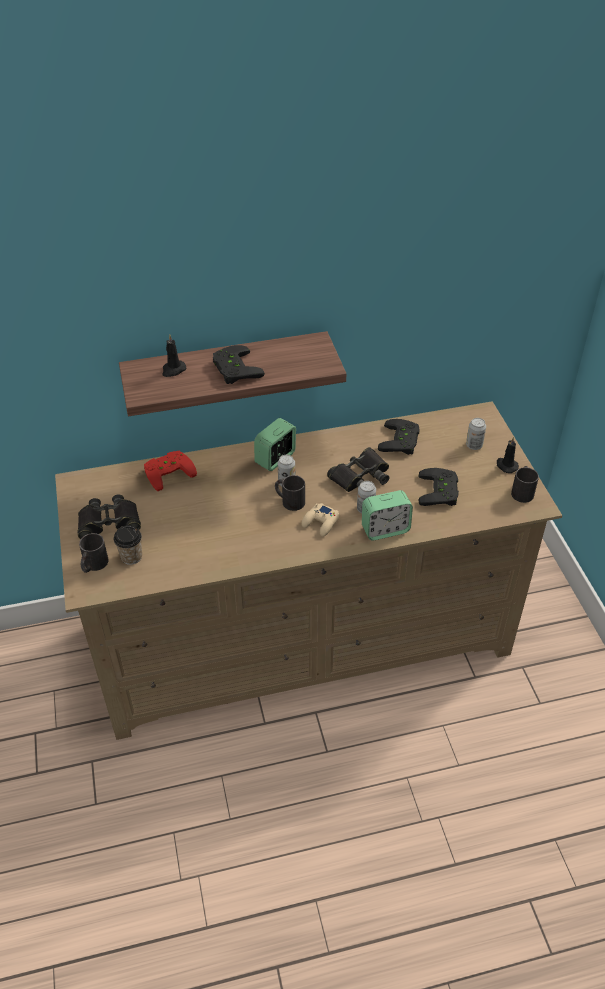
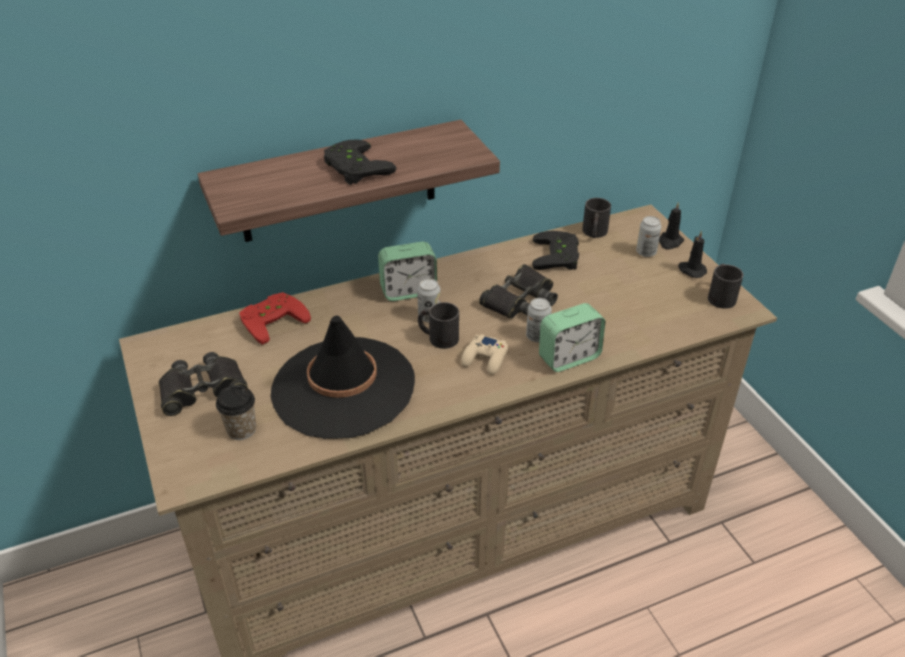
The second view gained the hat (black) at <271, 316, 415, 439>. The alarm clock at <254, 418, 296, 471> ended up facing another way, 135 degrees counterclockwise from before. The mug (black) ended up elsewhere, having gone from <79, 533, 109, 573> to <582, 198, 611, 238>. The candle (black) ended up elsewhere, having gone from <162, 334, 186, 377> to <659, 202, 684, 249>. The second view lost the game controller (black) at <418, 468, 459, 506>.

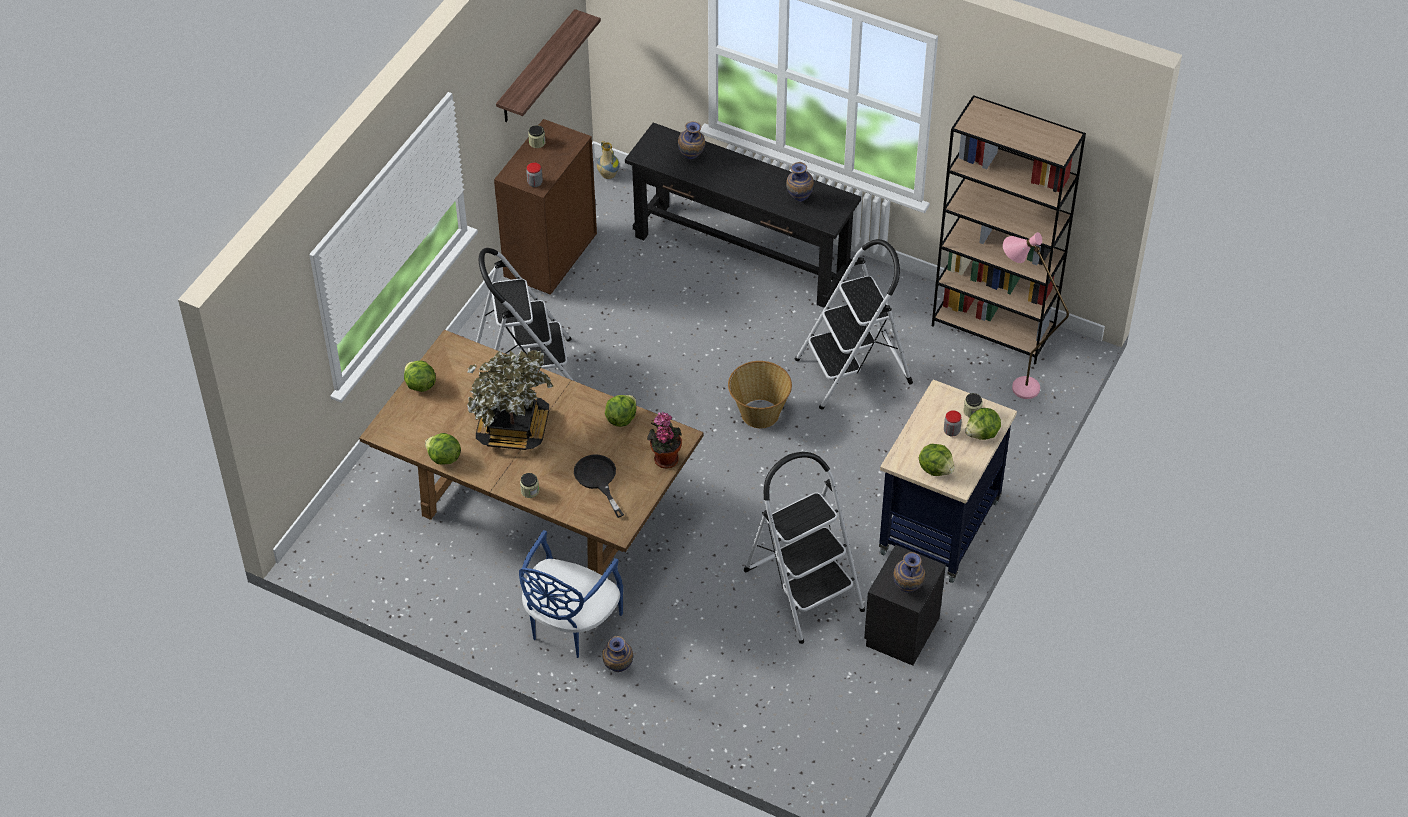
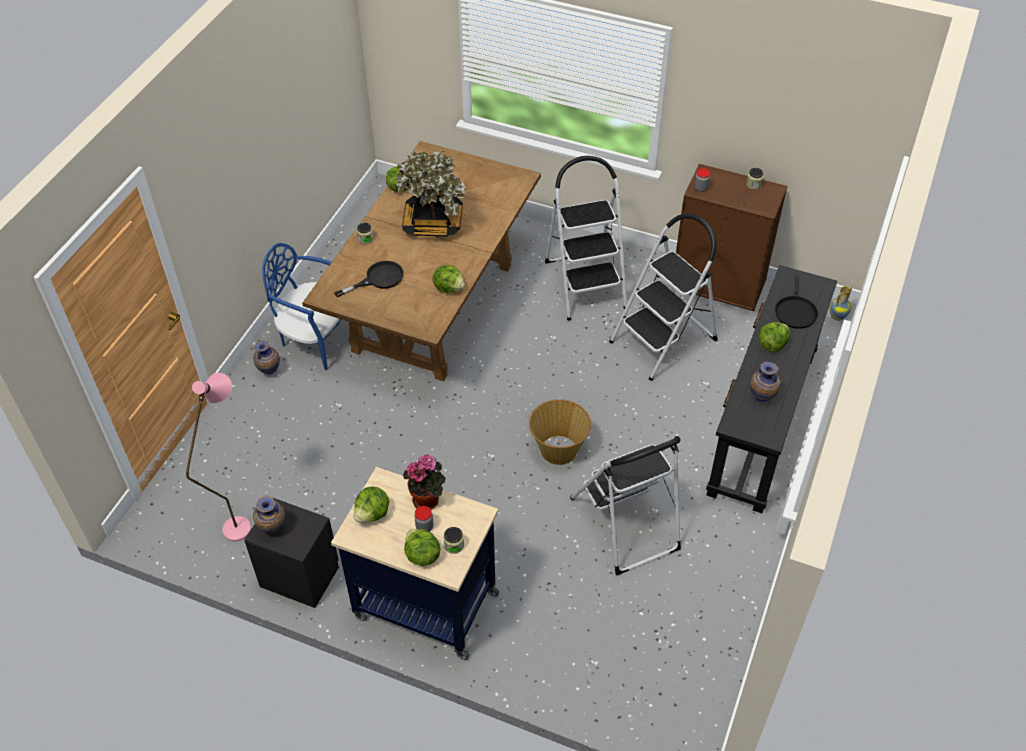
The floor lamp (pink) ended up elsewhere, having gone from <1003, 232, 1069, 399> to <186, 373, 251, 542>. The potted plant ended up elsewhere, having gone from <647, 412, 682, 469> to <403, 454, 446, 510>. The step ladder ended up elsewhere, having gone from <744, 452, 865, 644> to <609, 214, 718, 381>. The lettuce ended up elsewhere, having gone from <404, 361, 436, 392> to <759, 322, 790, 352>. Where the vase stood at <678, 121, 705, 159>, the frying pan (black) came to stand at <775, 275, 818, 329>. The second view lost the shelf at <496, 9, 601, 122>. The second view lost the bookcase (beige) at <932, 95, 1086, 365>.

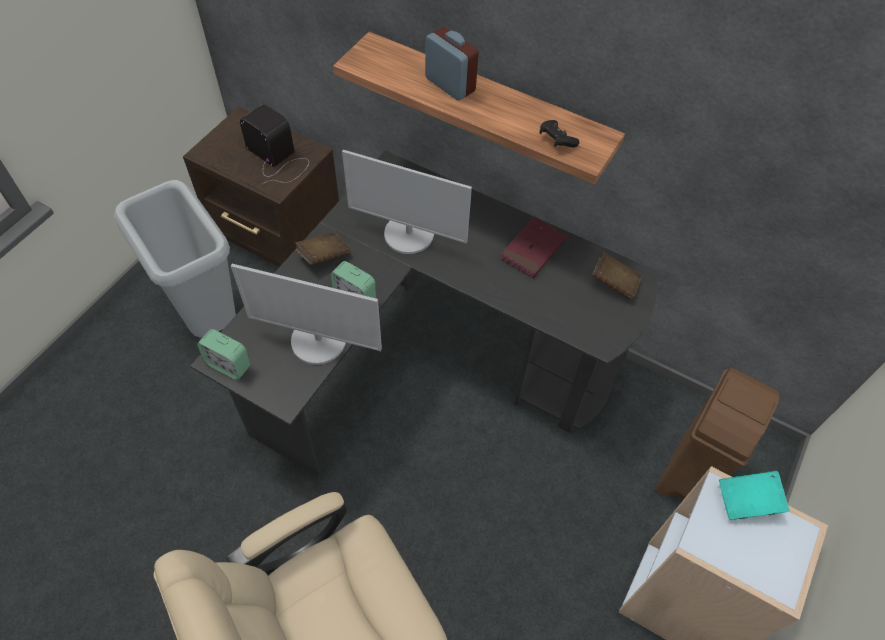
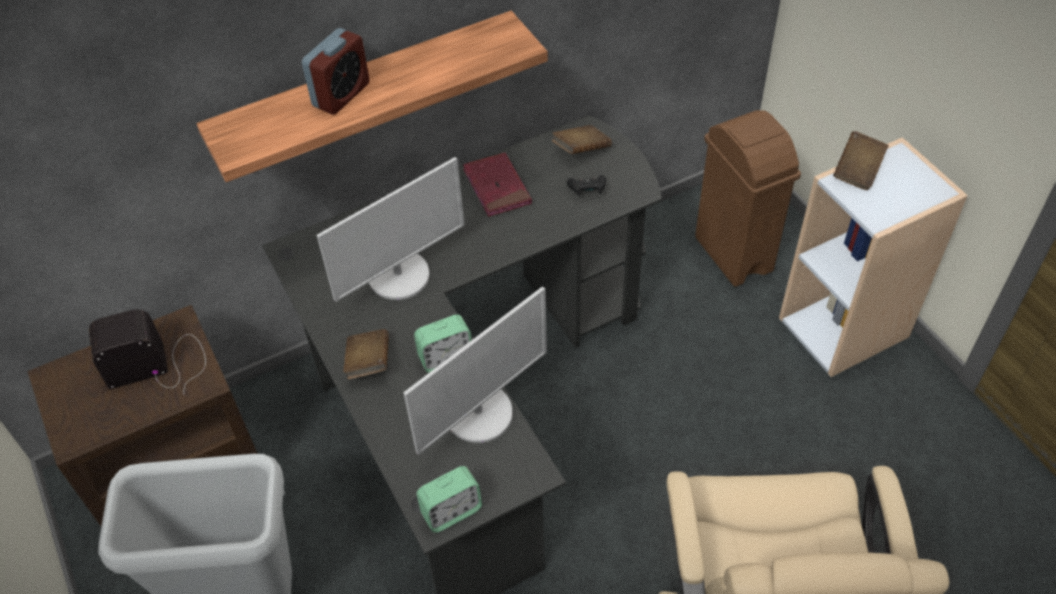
The alarm clock at <425, 27, 479, 101> ended up facing another way, 135 degrees clockwise from before. The game controller (black) ended up elsewhere, having gone from <539, 120, 579, 147> to <567, 175, 606, 196>. What was the book (turquoise) at <719, 471, 789, 520> turned into the book (brown) at <833, 131, 889, 190>.

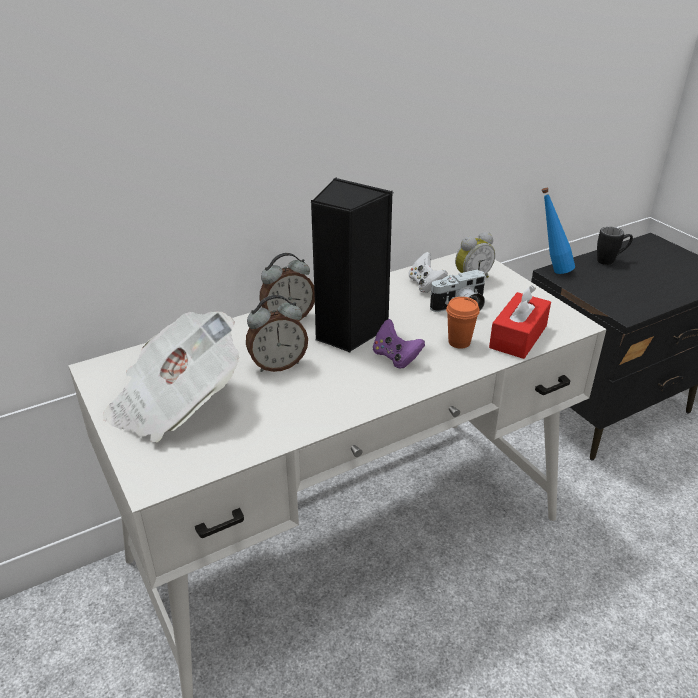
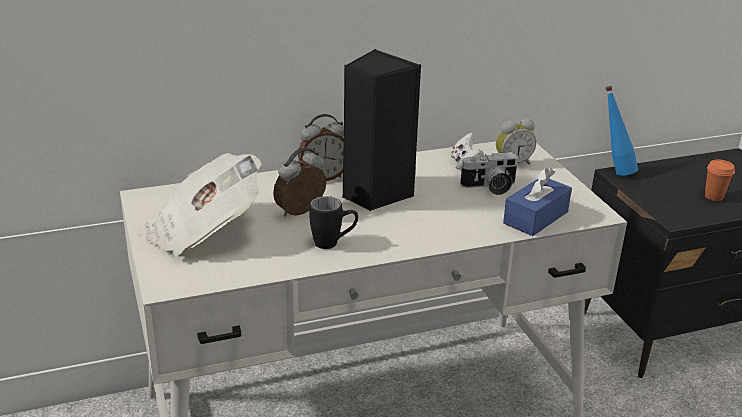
The alarm clock at <246, 295, 308, 372> ended up facing another way, 150 degrees clockwise from before. The mug (black) ended up elsewhere, having gone from <597, 227, 633, 265> to <310, 196, 358, 249>. What was the tissue box (red) at <489, 285, 551, 359> turned into the tissue box (blue) at <503, 168, 572, 236>. The cup (orange) ended up elsewhere, having gone from <446, 297, 480, 349> to <705, 159, 735, 201>. The second view lost the game controller (purple) at <373, 319, 425, 369>.

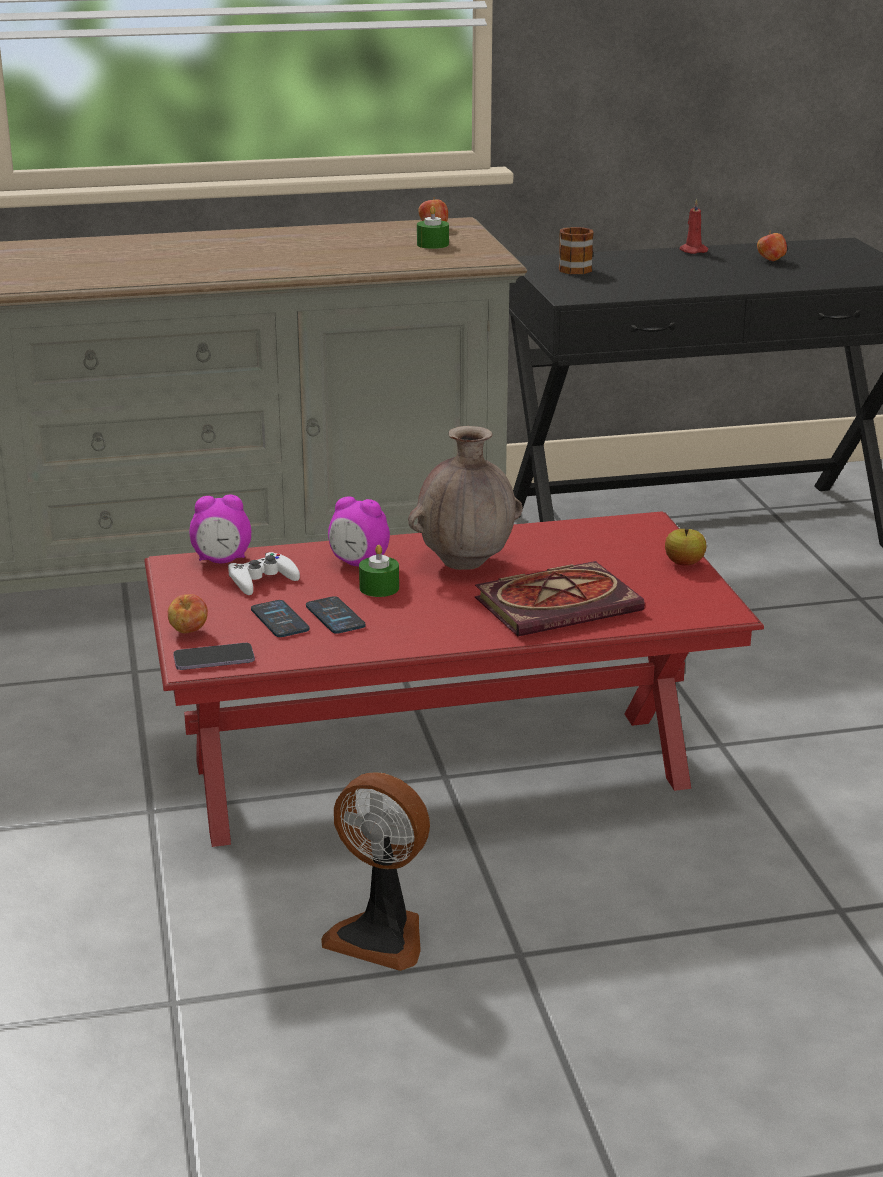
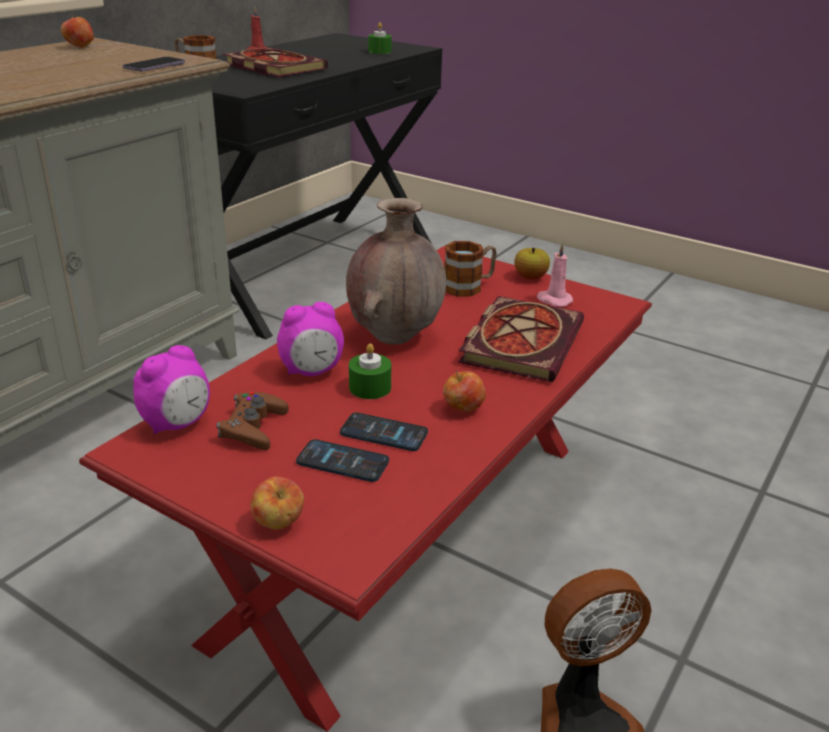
The phone ended up elsewhere, having gone from <173, 643, 255, 670> to <122, 57, 185, 71>. What was the game controller (white) at <228, 552, 300, 595> turned into the game controller (brown) at <217, 392, 289, 450>. The second view gained the book at <223, 48, 328, 77>. The candle (green) ended up elsewhere, having gone from <417, 206, 449, 249> to <368, 22, 392, 54>. The apple ended up elsewhere, having gone from <757, 231, 787, 261> to <443, 371, 486, 412>. The second view gained the mug at <444, 241, 497, 297>. The second view gained the candle (pink) at <537, 243, 573, 307>.

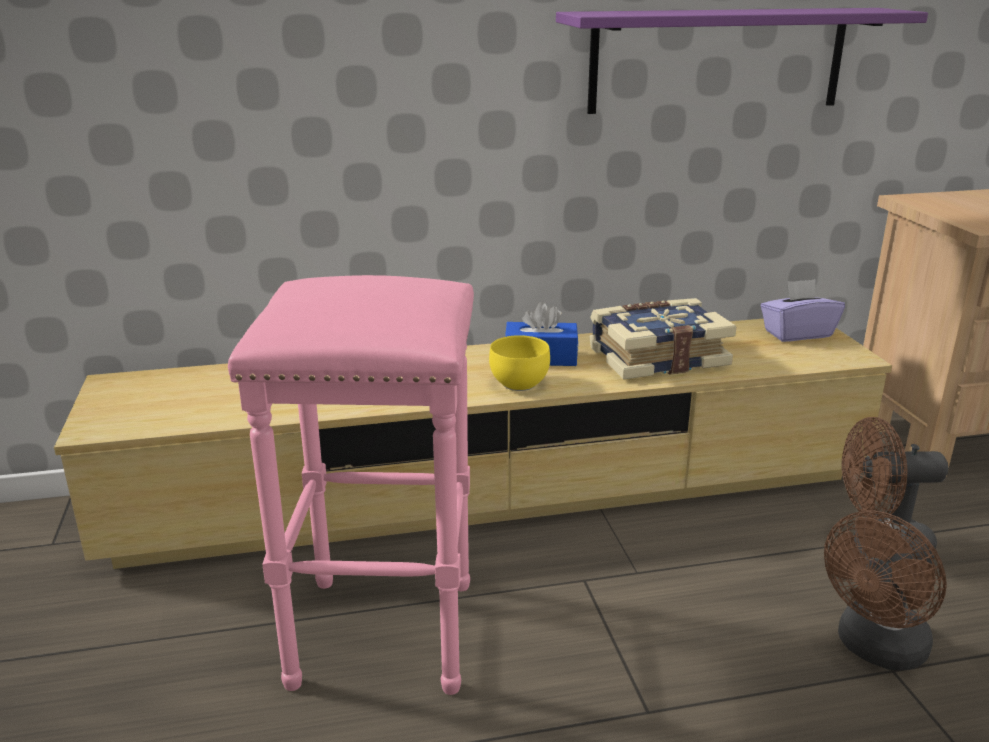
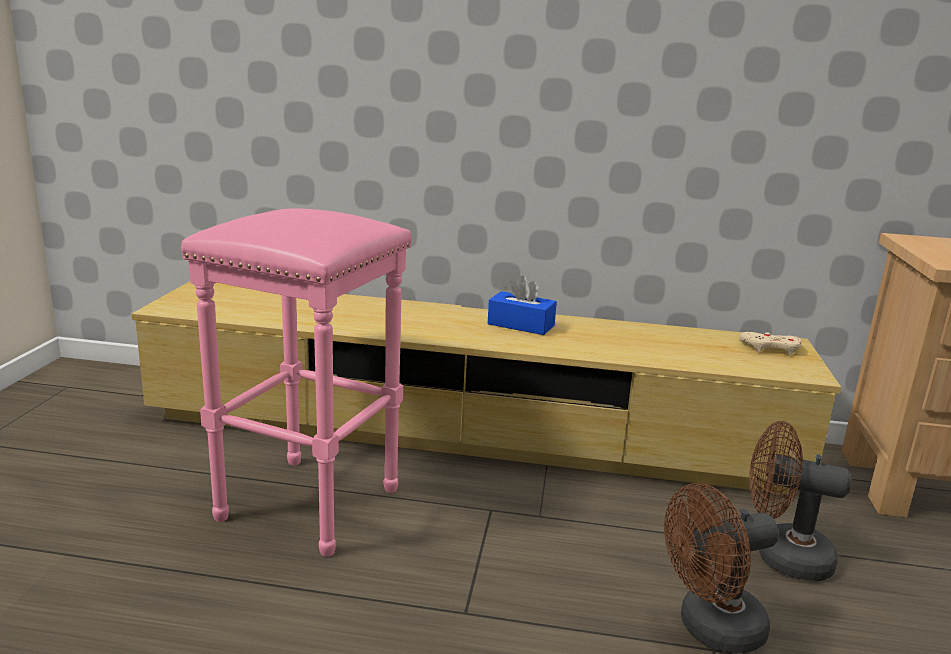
Where the tissue box (purple) stood at <760, 279, 845, 342>, the game controller (beige) came to stand at <739, 332, 802, 356>. The second view lost the bowl (yellow) at <489, 335, 550, 391>. The second view lost the shelf (purple) at <556, 8, 928, 114>. The second view lost the book at <589, 298, 736, 380>.

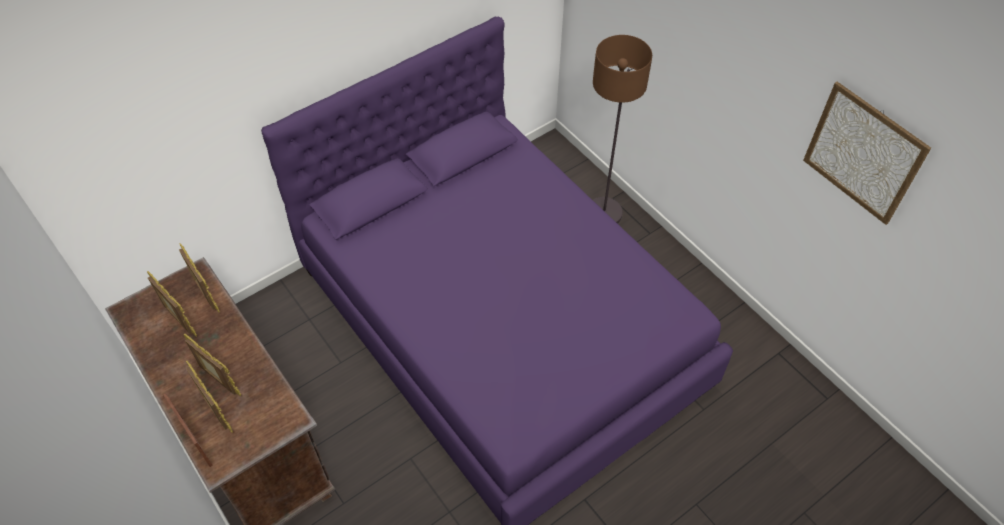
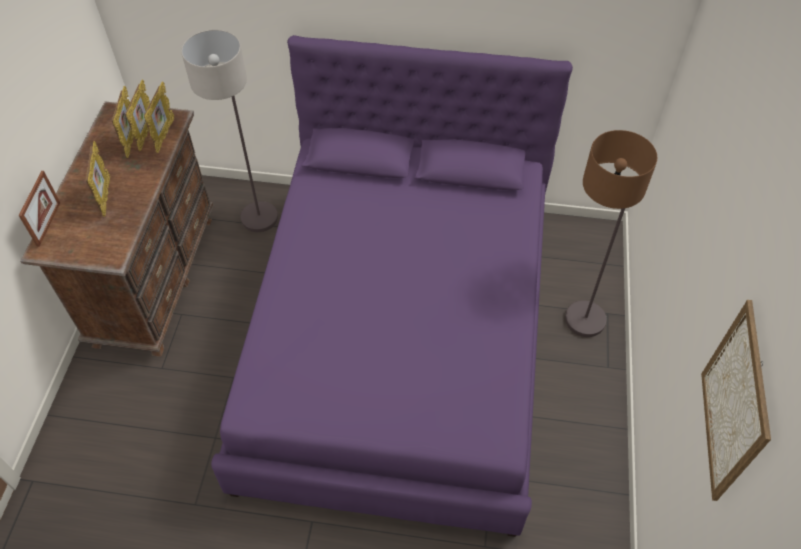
The picture frame ended up elsewhere, having gone from <186, 361, 233, 432> to <125, 80, 150, 151>. The second view gained the floor lamp (grey) at <182, 30, 278, 232>.

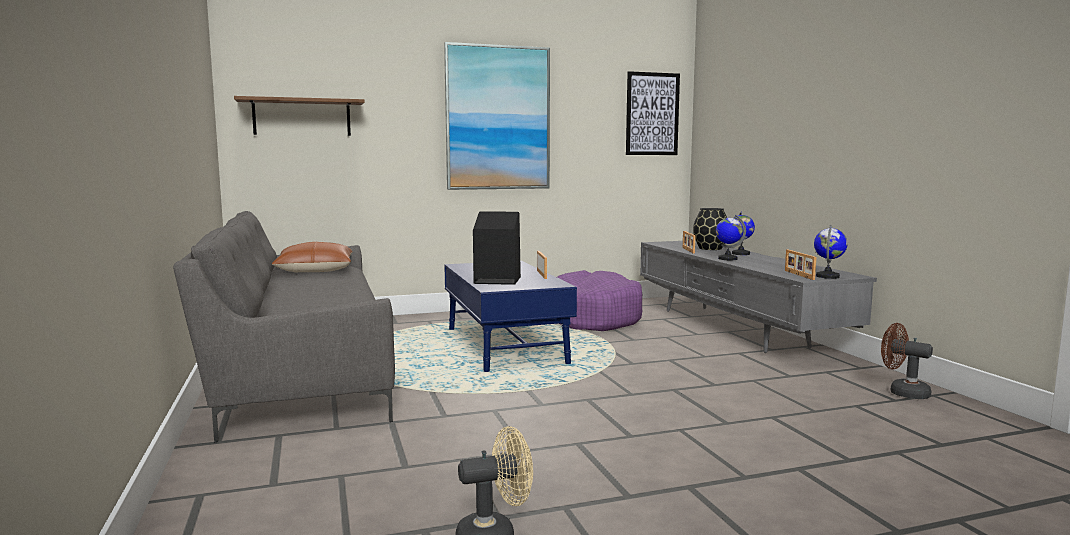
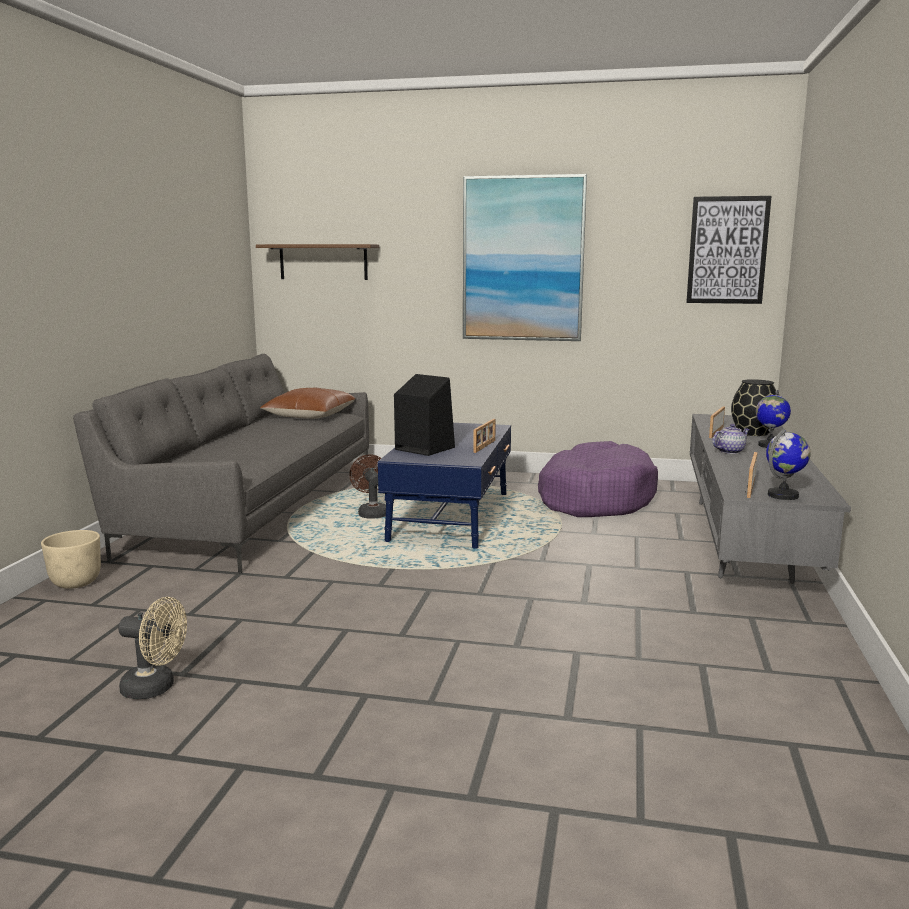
The second view gained the planter (beige) at <41, 530, 101, 589>. The fan (brown) ended up elsewhere, having gone from <881, 323, 933, 399> to <349, 454, 386, 518>. Where the globe stood at <716, 215, 746, 260>, the teapot came to stand at <712, 424, 750, 454>.

